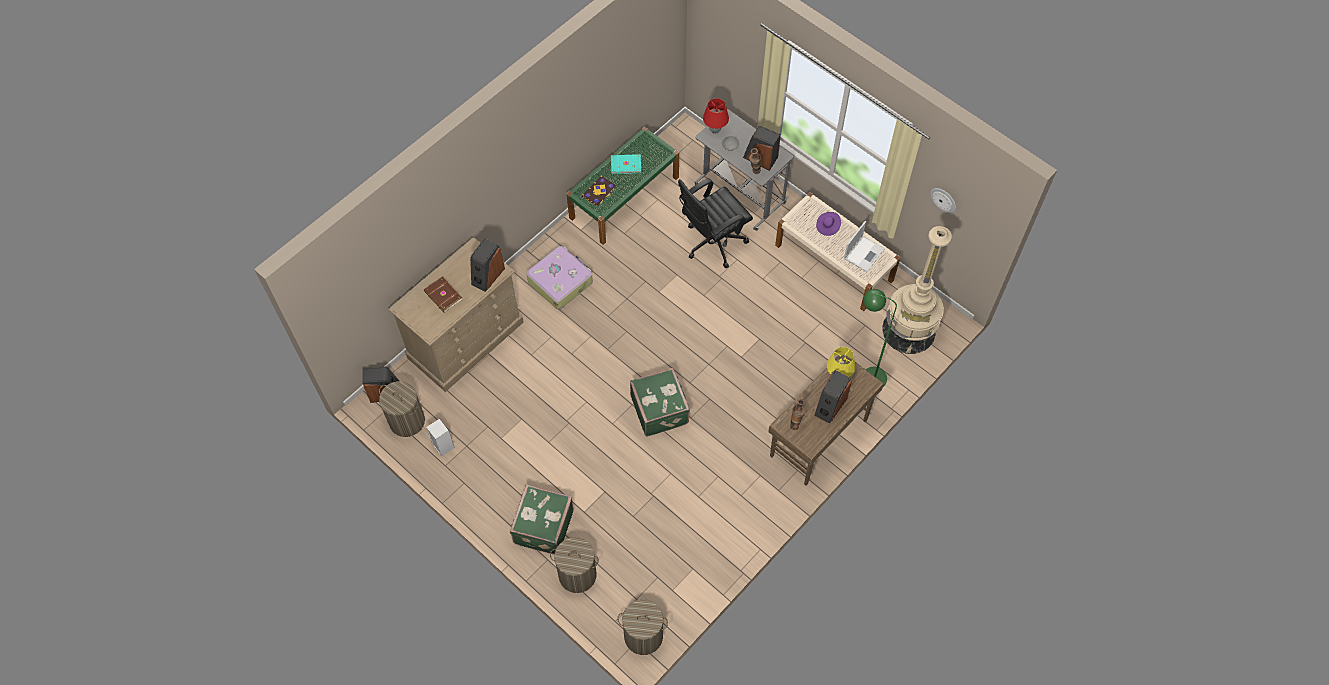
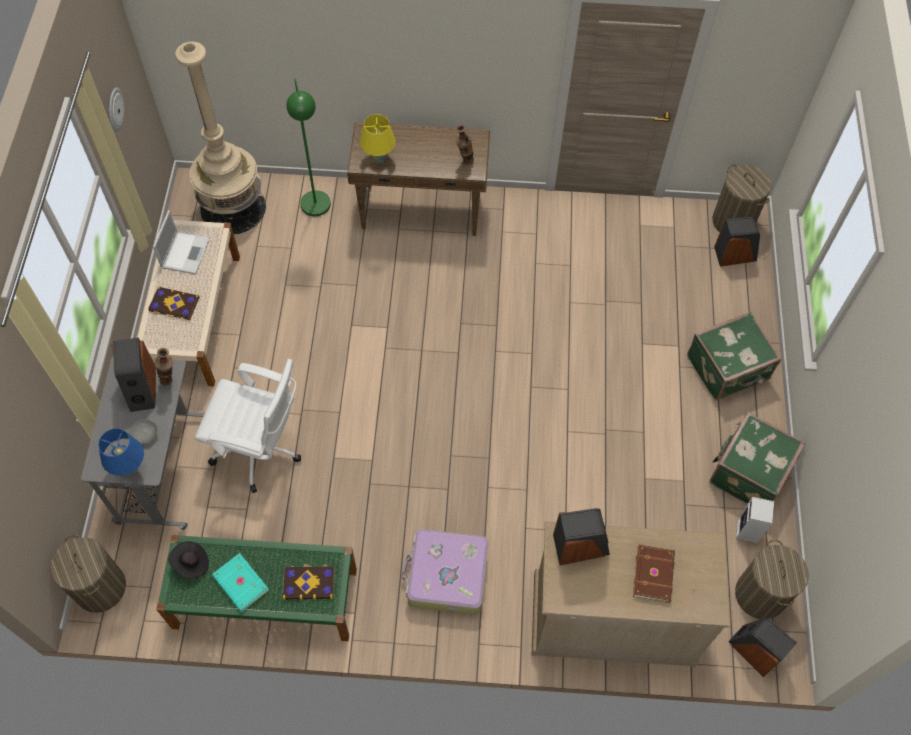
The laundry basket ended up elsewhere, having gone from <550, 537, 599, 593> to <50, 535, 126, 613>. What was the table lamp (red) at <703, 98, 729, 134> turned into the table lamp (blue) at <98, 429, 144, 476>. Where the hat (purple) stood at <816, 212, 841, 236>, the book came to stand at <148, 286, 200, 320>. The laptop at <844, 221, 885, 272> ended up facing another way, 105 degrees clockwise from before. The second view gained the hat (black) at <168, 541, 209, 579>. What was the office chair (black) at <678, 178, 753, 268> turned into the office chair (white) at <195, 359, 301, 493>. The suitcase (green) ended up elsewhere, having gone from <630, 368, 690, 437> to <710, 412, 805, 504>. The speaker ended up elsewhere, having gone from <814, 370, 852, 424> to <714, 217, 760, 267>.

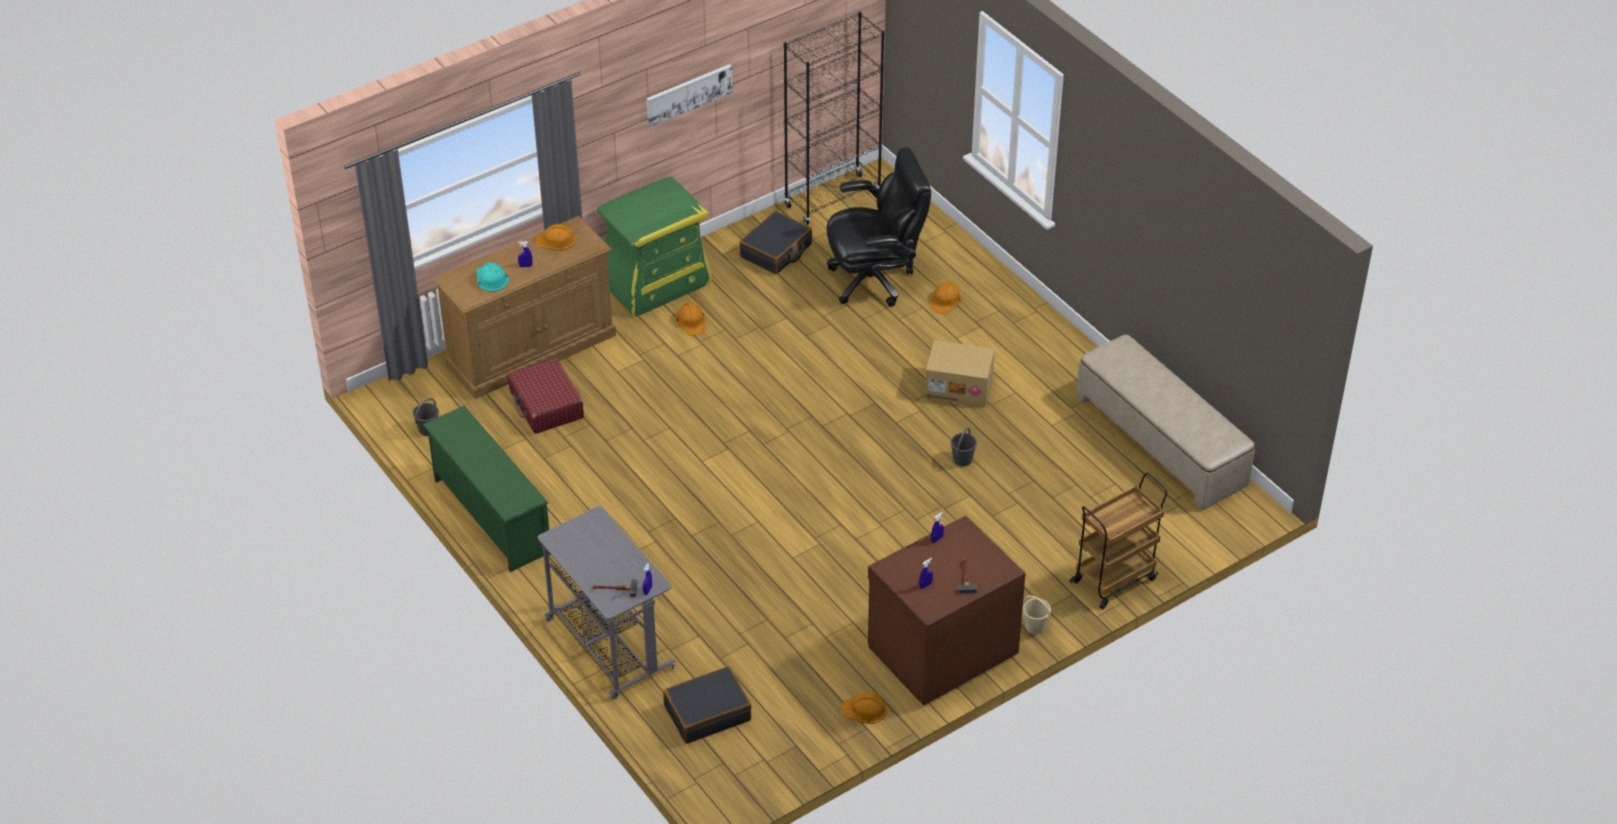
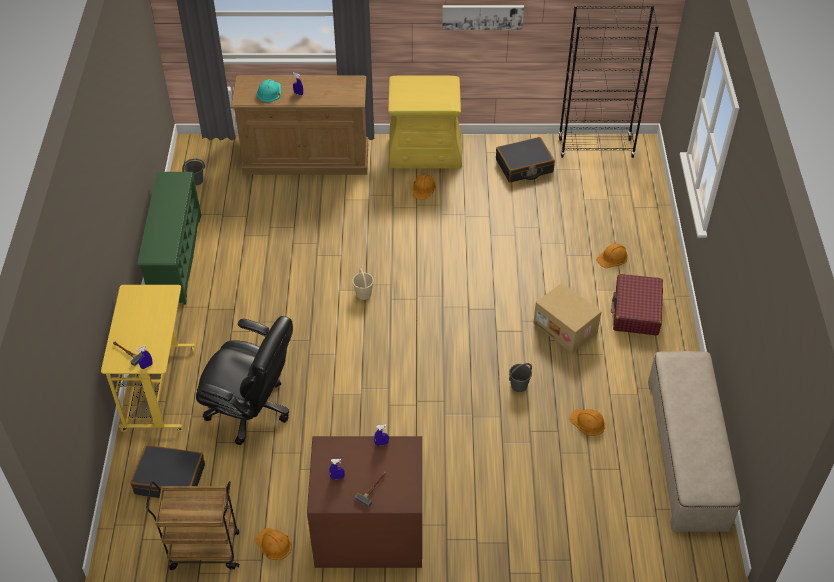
What was the desk (grey) at <538, 506, 676, 700> turned into the desk (yellow) at <101, 285, 195, 432>. The cart (brown) ended up elsewhere, having gone from <1069, 473, 1167, 609> to <146, 481, 239, 570>. The office chair (black) ended up elsewhere, having gone from <827, 147, 931, 307> to <196, 316, 293, 445>. The bucket (beige) ended up elsewhere, having gone from <1023, 596, 1051, 634> to <352, 268, 374, 300>. What was the nightstand (green) at <597, 177, 712, 316> turned into the nightstand (yellow) at <388, 76, 462, 168>. The hard hat (orange) ended up elsewhere, having gone from <535, 224, 576, 250> to <569, 409, 605, 436>. The suitcase (red) ended up elsewhere, having gone from <507, 358, 584, 434> to <611, 274, 663, 335>.

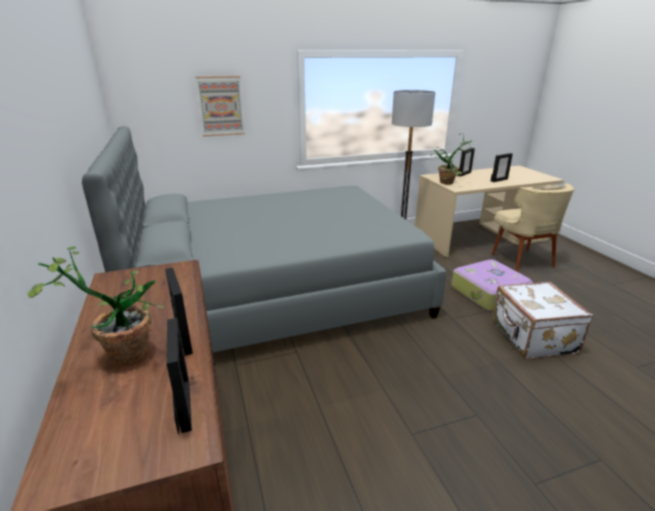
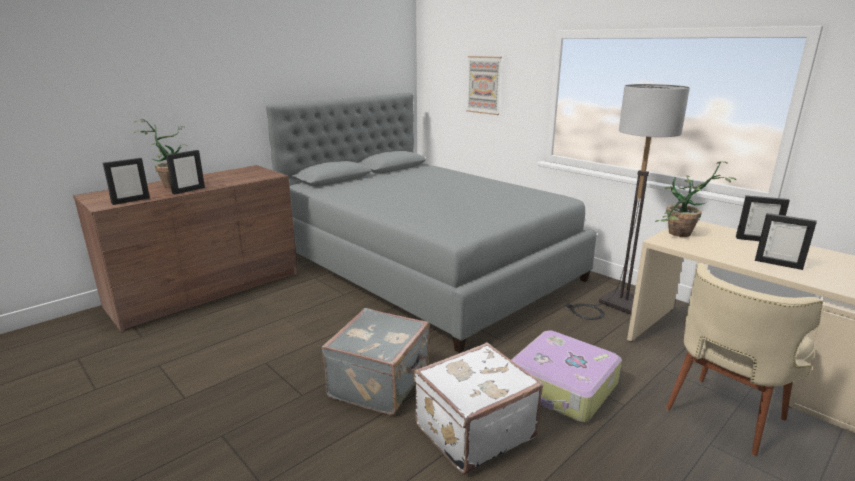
The second view gained the suitcase (grey) at <321, 308, 429, 415>.

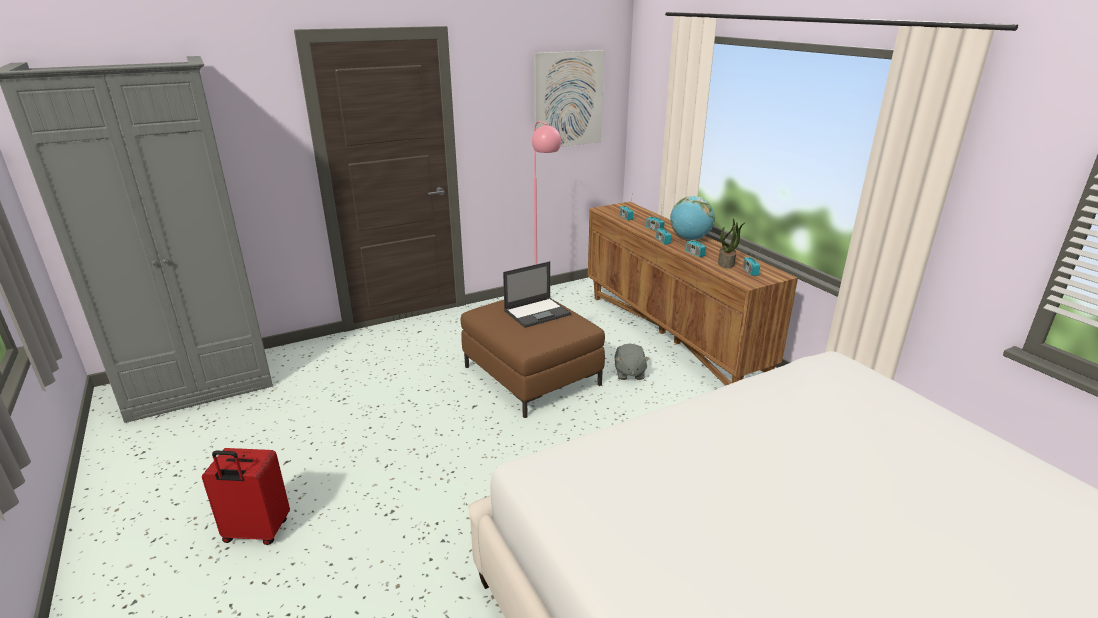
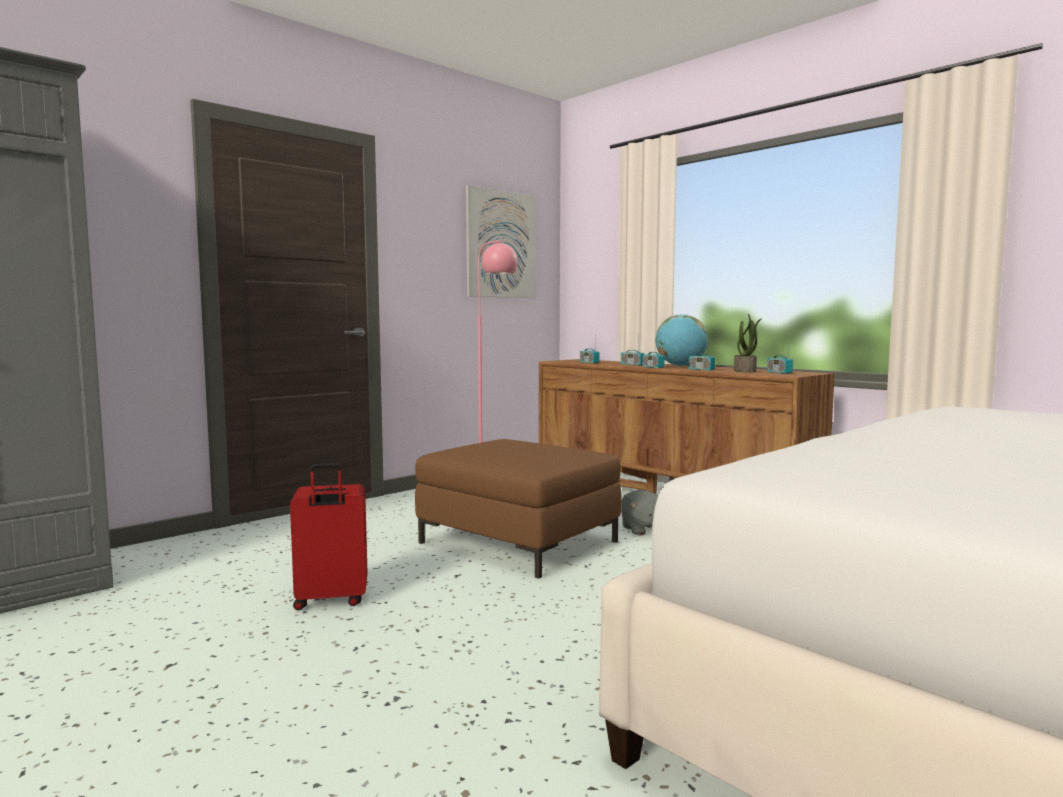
The suitcase (red) ended up elsewhere, having gone from <202, 448, 290, 545> to <290, 463, 368, 610>. The second view lost the laptop at <503, 261, 571, 328>.

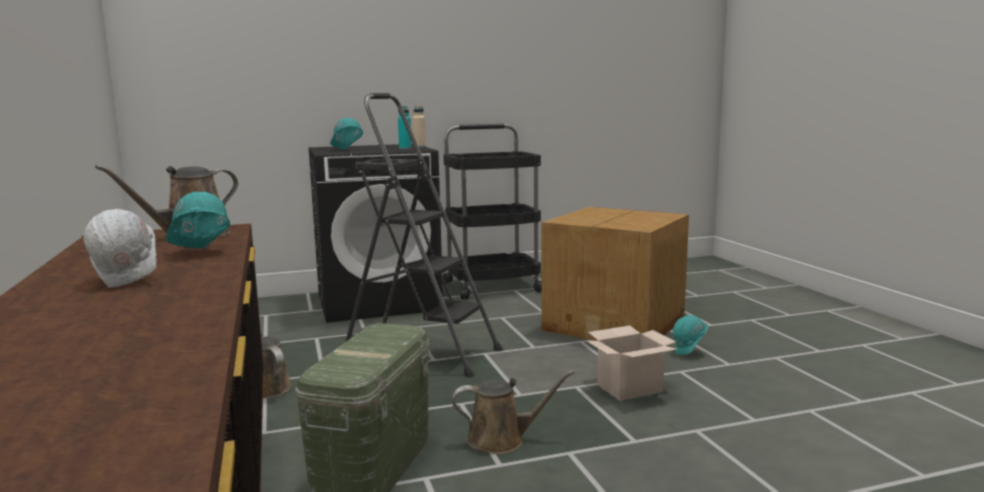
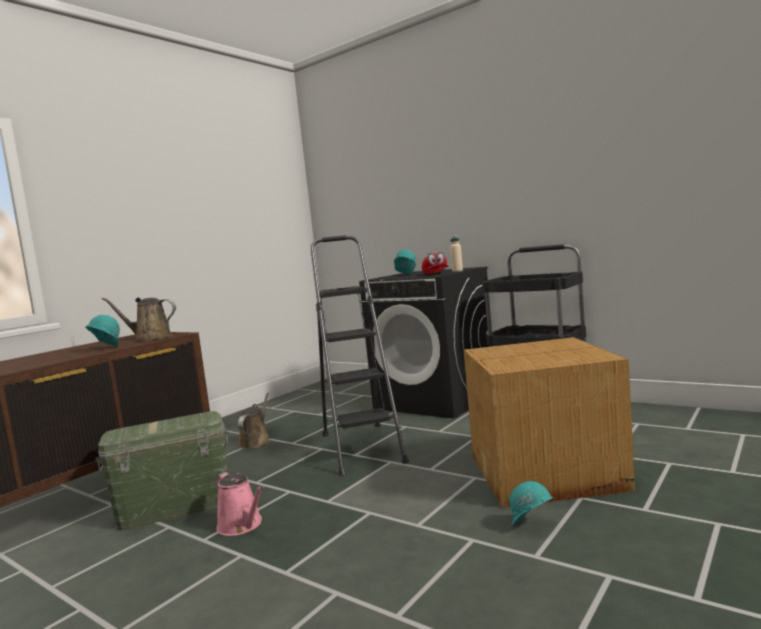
What was the watering can (brown) at <452, 370, 574, 454> turned into the watering can (pink) at <216, 472, 264, 536>. Where the bottle (turquoise) stood at <398, 106, 412, 149>, the cap (red) came to stand at <422, 252, 449, 274>. The second view lost the hard hat (white) at <84, 209, 157, 288>. The second view lost the cardboard box at <587, 325, 678, 401>.

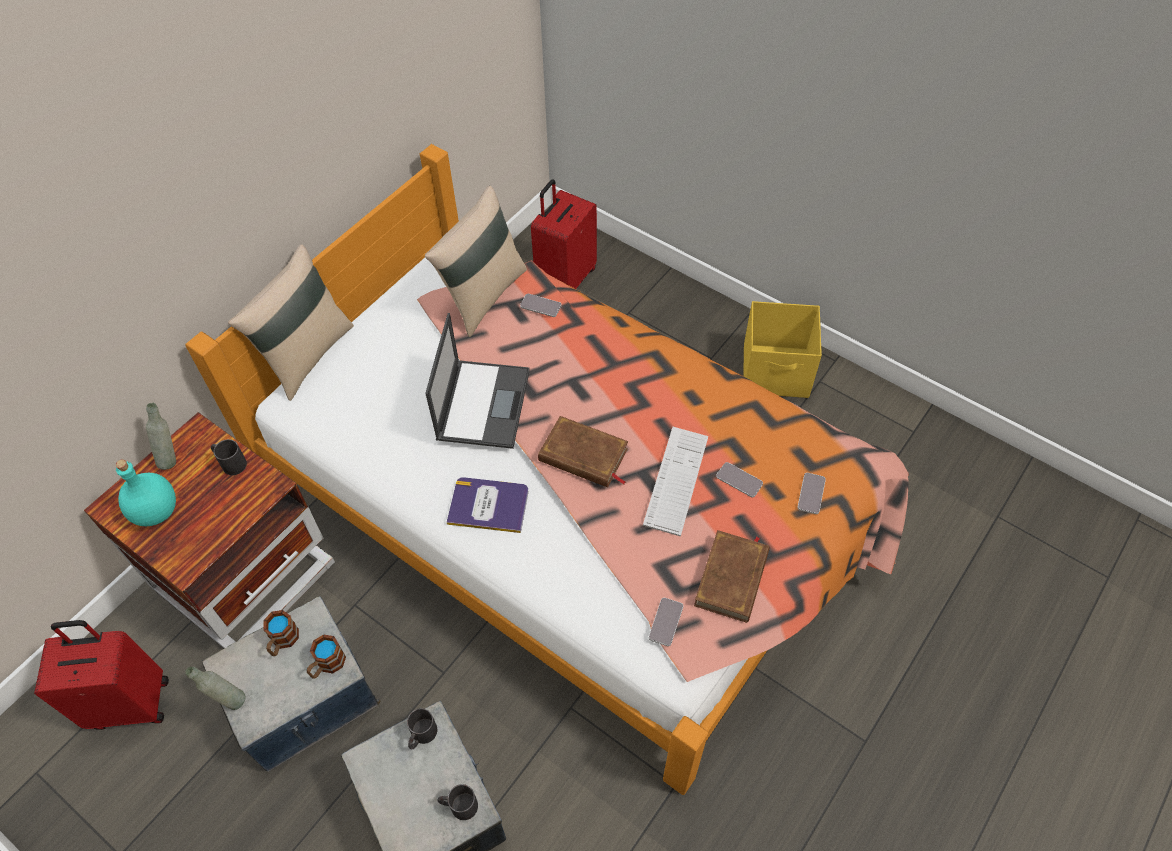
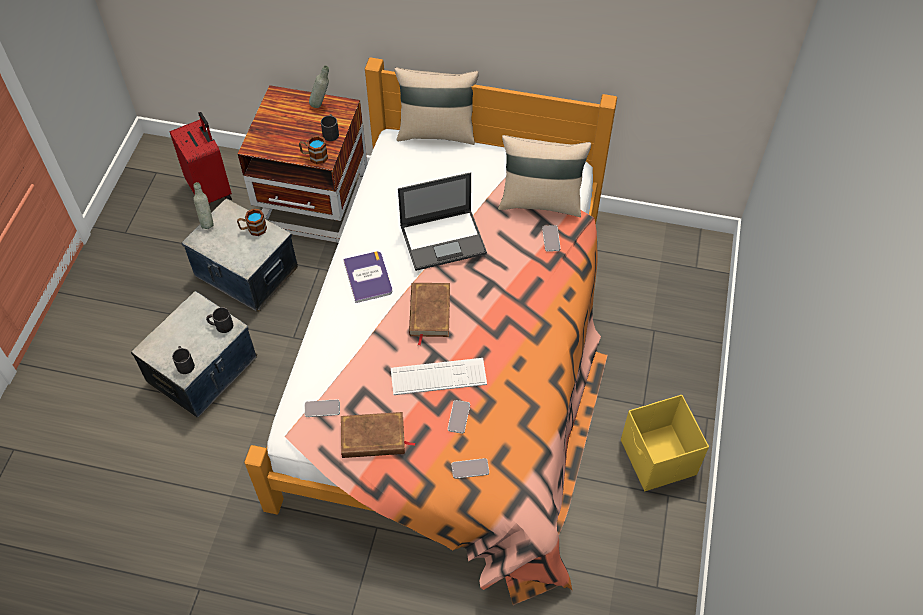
The mug ended up elsewhere, having gone from <307, 634, 346, 679> to <299, 135, 328, 164>. The second view lost the bottle (turquoise) at <116, 459, 176, 526>. The second view lost the suitcase (red) at <531, 179, 597, 289>.

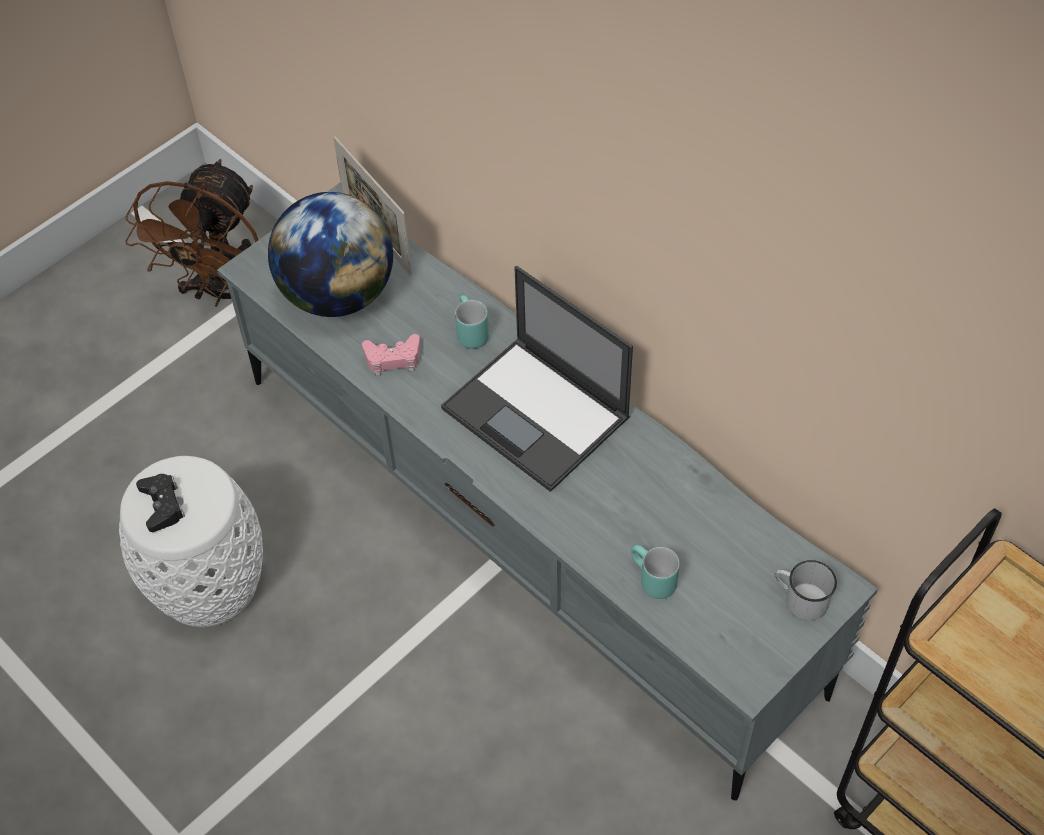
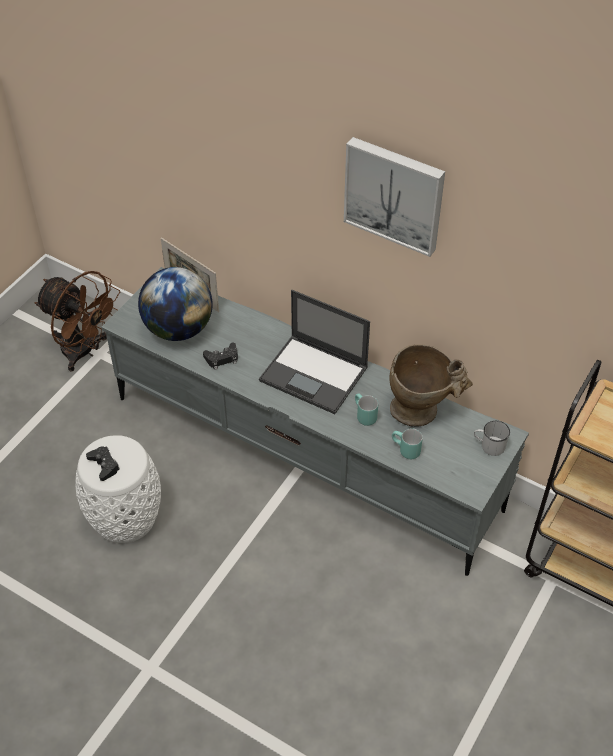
The fan (brown) at <125, 159, 258, 307> ended up facing another way, 60 degrees counterclockwise from before. What was the game controller (pink) at <362, 334, 420, 376> turned into the game controller (black) at <203, 343, 238, 370>. The second view gained the picture at <344, 137, 445, 257>. The mug (turquoise) ended up elsewhere, having gone from <455, 295, 489, 349> to <355, 393, 378, 426>. The second view gained the vase (beige) at <389, 344, 473, 426>.

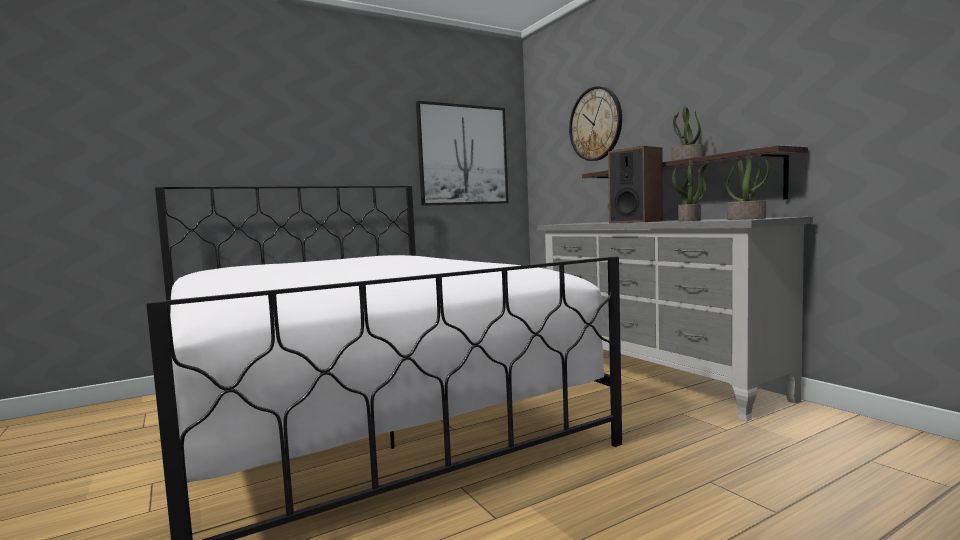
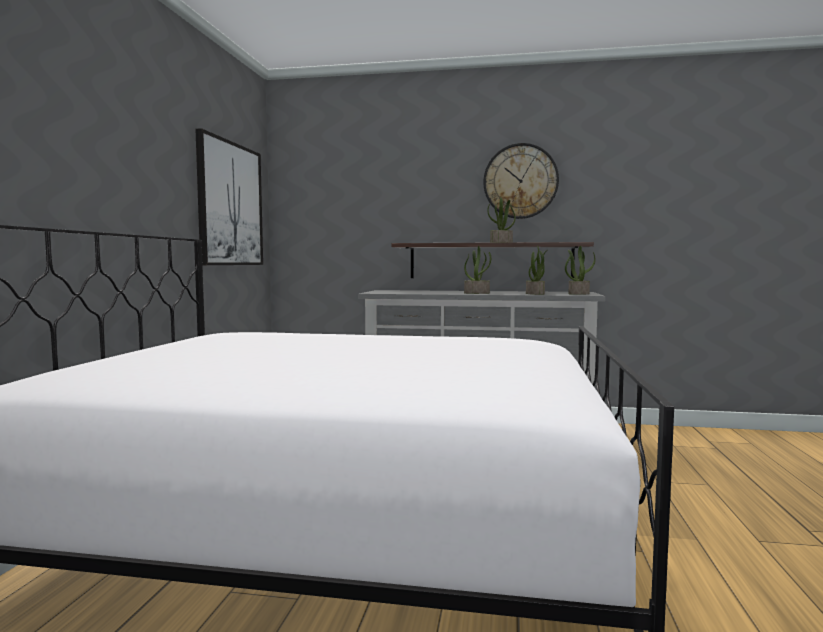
Where the speaker stood at <608, 146, 663, 223>, the potted plant came to stand at <464, 246, 491, 294>. The wall clock ended up elsewhere, having gone from <569, 86, 622, 161> to <483, 143, 559, 219>.

